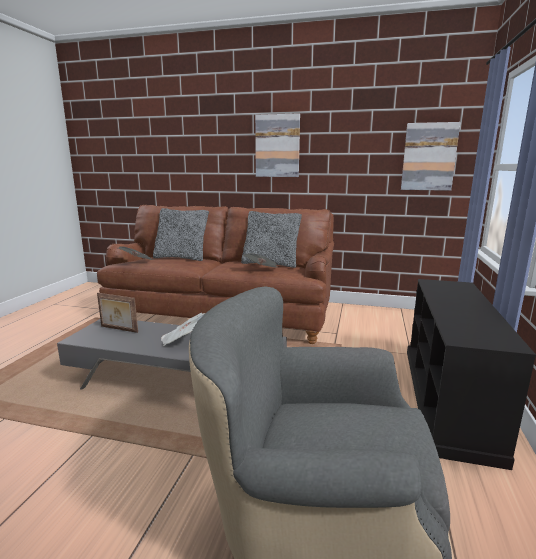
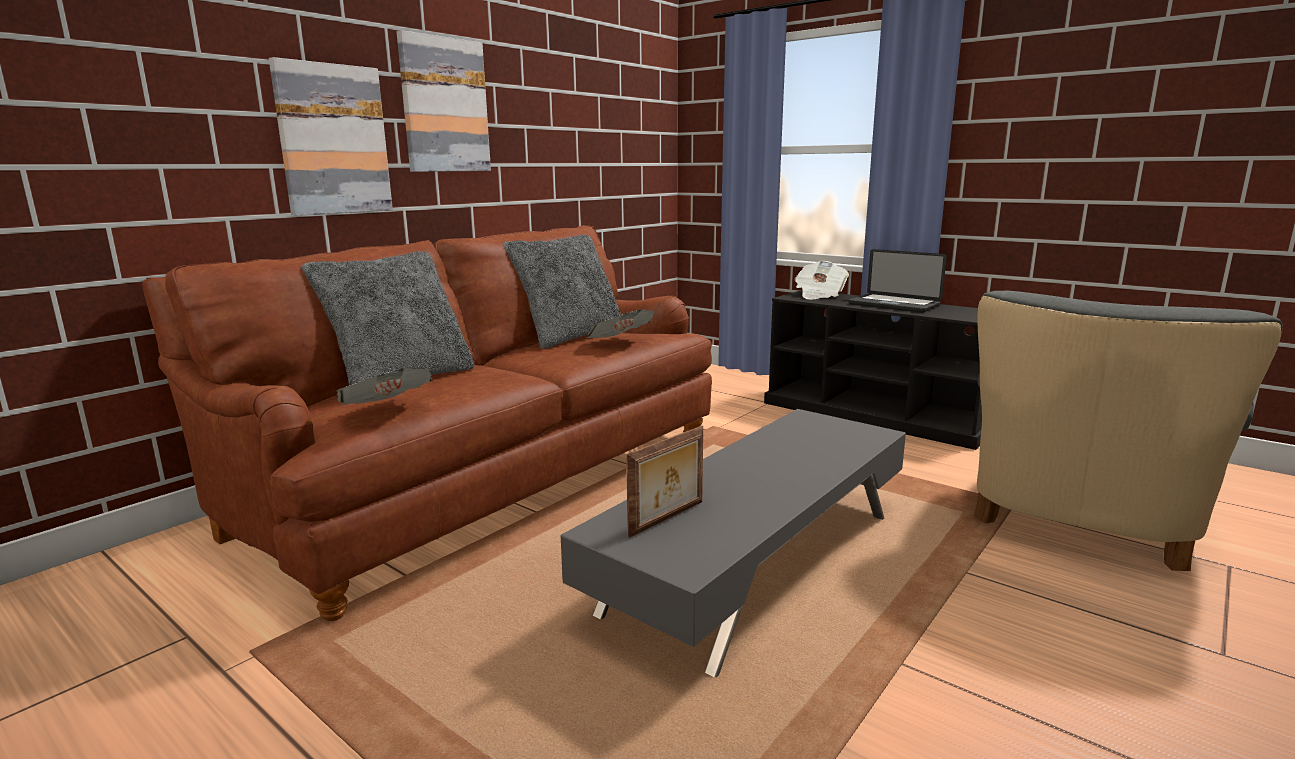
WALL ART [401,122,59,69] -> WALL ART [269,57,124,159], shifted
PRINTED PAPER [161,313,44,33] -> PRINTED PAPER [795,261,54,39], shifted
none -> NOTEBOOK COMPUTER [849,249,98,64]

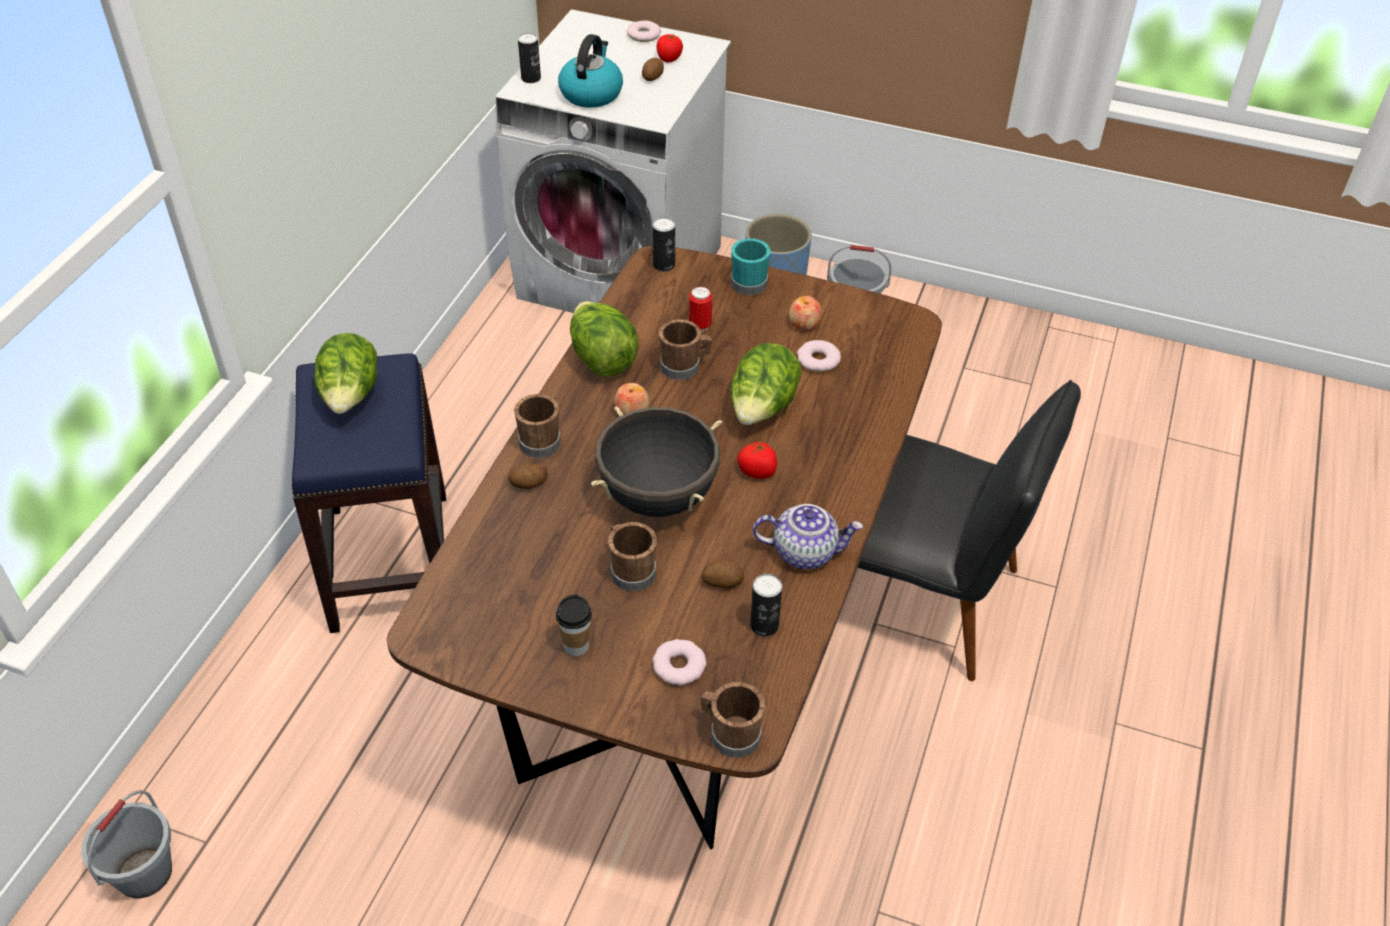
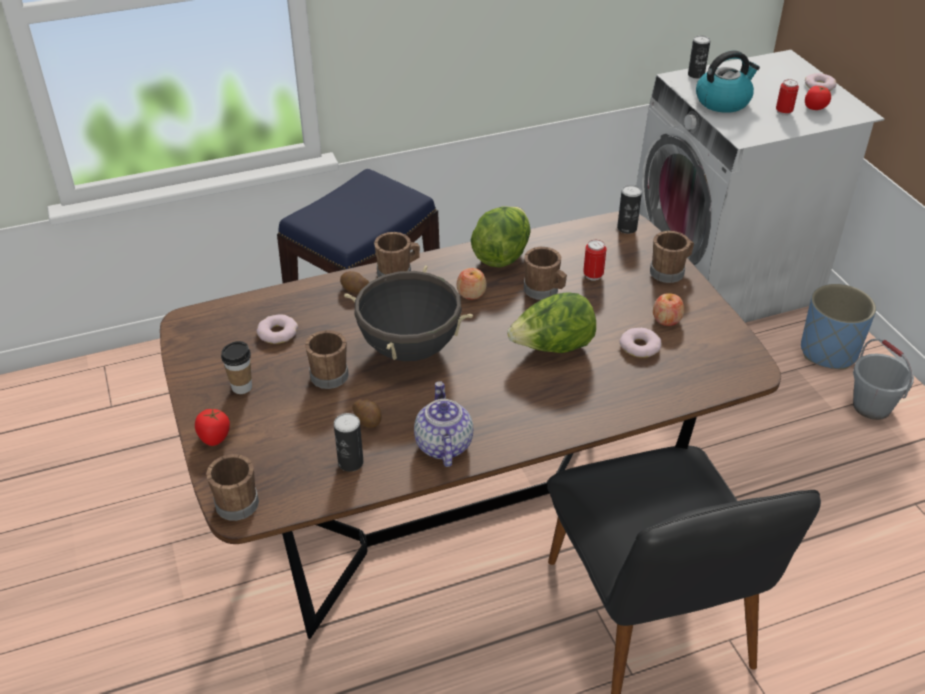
TOMATO [738,441,39,38] -> TOMATO [195,409,35,37], shifted
RING DOUGHNUT [653,639,54,46] -> RING DOUGHNUT [257,314,41,30], shifted
POT FOR TEA [753,504,110,65] -> POT FOR TEA [414,381,59,86], 150 degrees counterclockwise
TURQUOISE TEA MUG [731,238,39,57] -> BROWN-COLOURED TEA MUG [650,231,44,52]
WHOLE POTATO [642,58,22,23] -> CAN [776,79,23,37]
GREY WATER BUCKET [81,790,91,108] -> none
LETTUCE [314,333,63,81] -> none

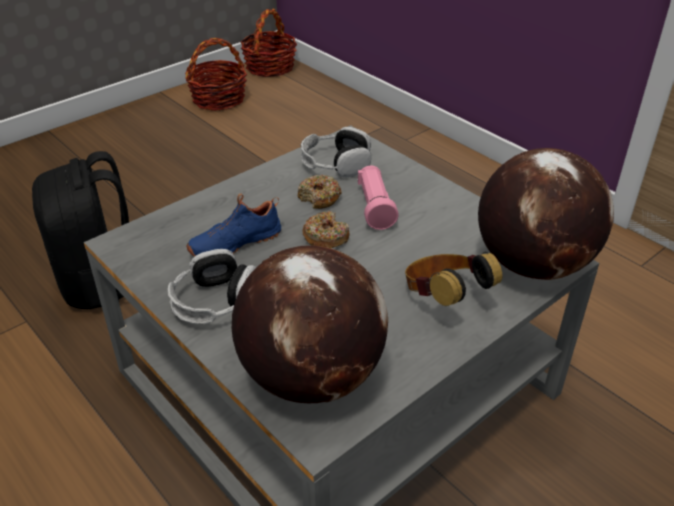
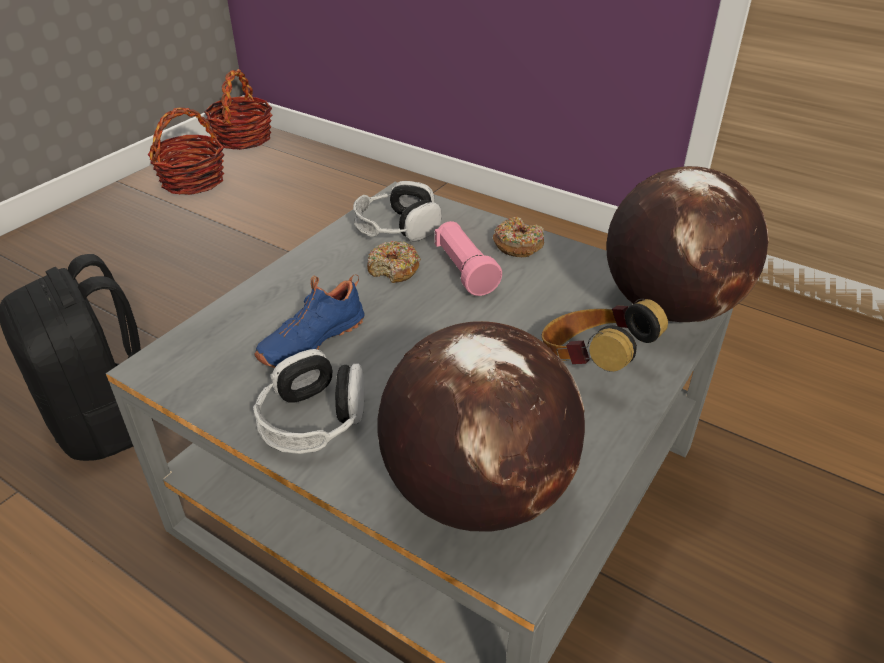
RING DOUGHNUT [302,211,48,37] -> RING DOUGHNUT [493,217,51,40], shifted

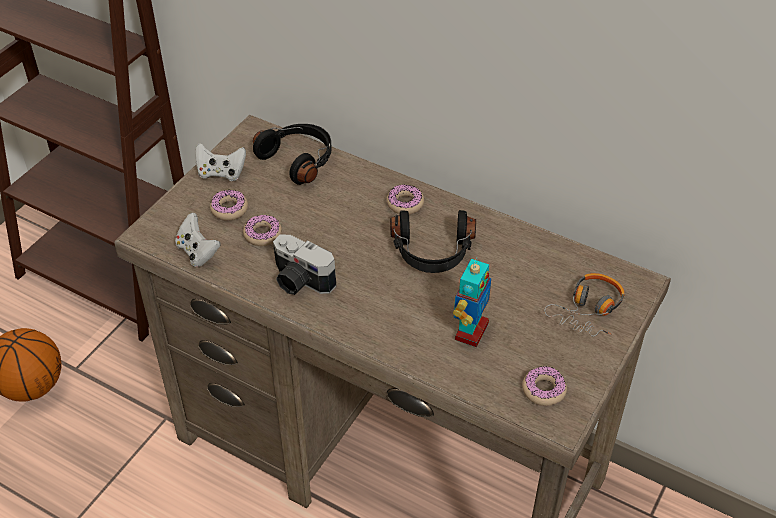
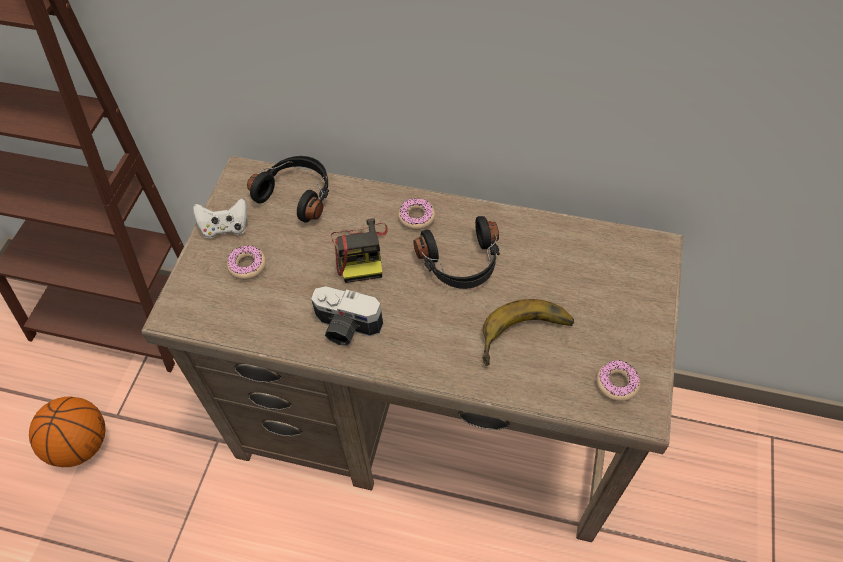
none -> STILL CAMERA [331,218,57,65]
TOY ROBOT [453,257,38,90] -> BANANA FRUIT [482,299,92,67]
WHITE-COLOURED JOYPAD [175,213,46,54] -> none
RING DOUGHNUT [243,215,39,31] -> none
HEADSET [544,273,81,63] -> none

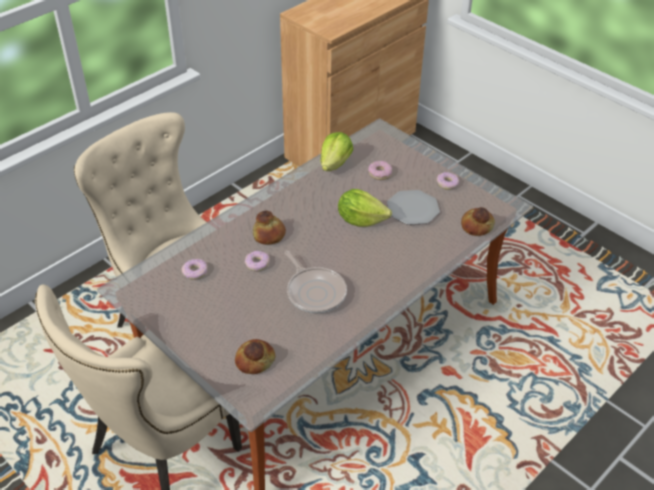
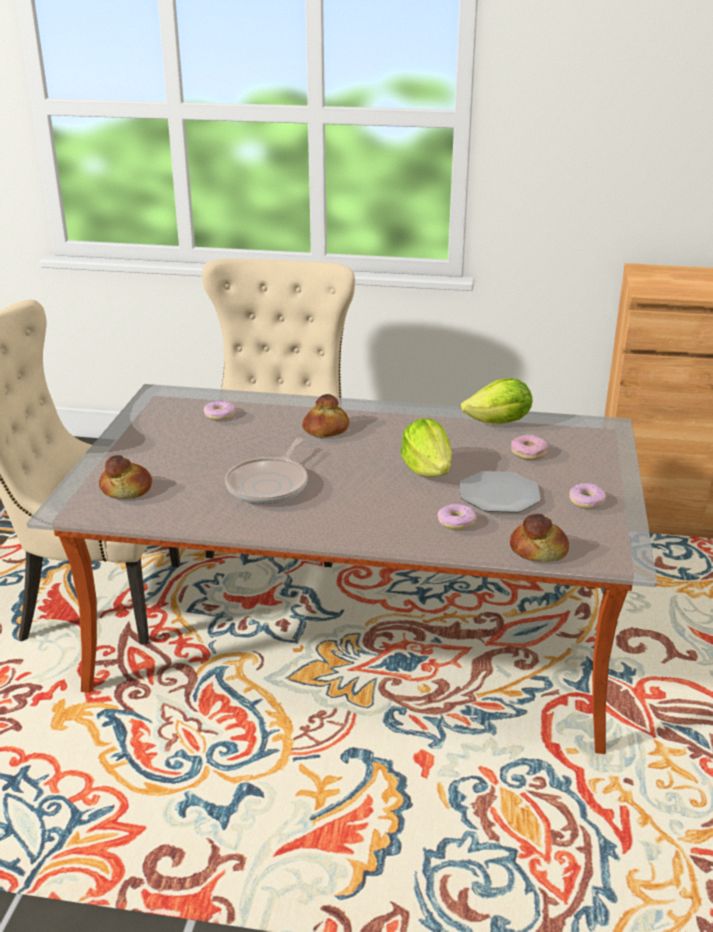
RING DOUGHNUT [245,251,25,20] -> RING DOUGHNUT [437,504,40,26], shifted

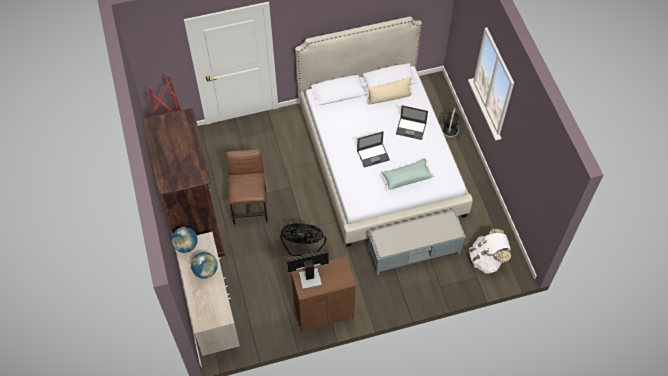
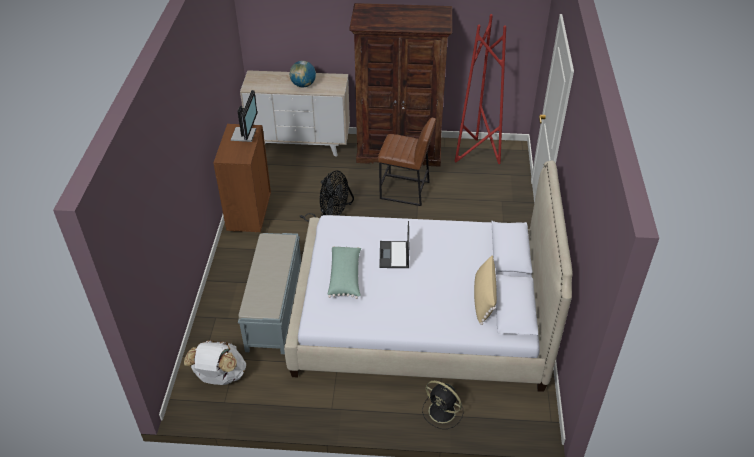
GLOBE [171,227,27,26] -> none
NOTEBOOK COMPUTER [396,105,32,35] -> none

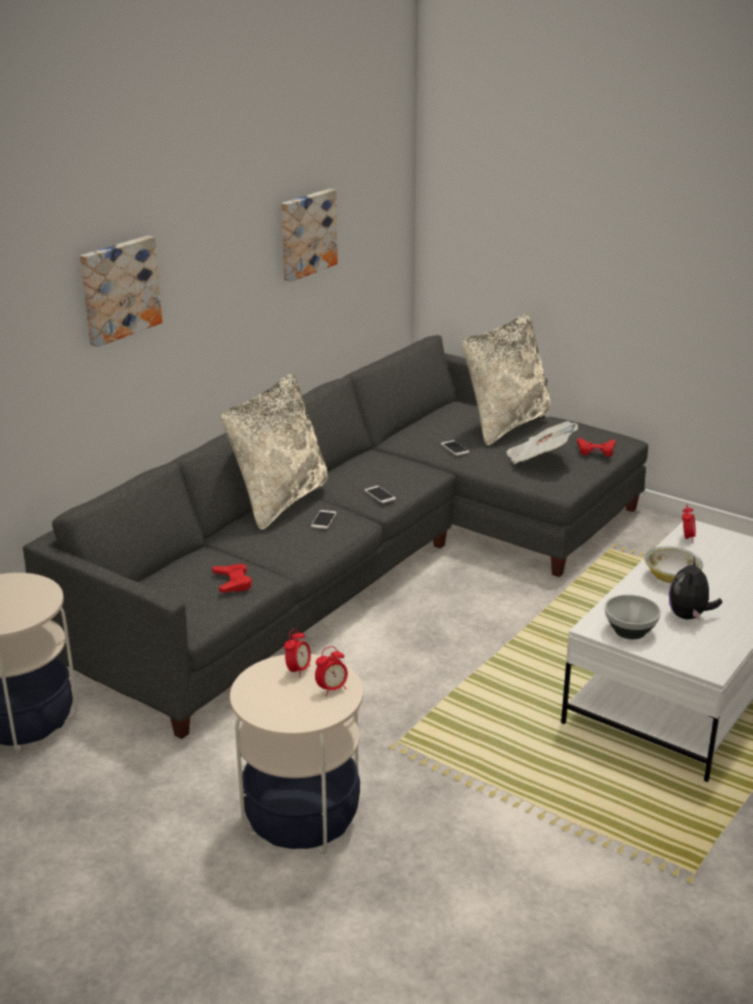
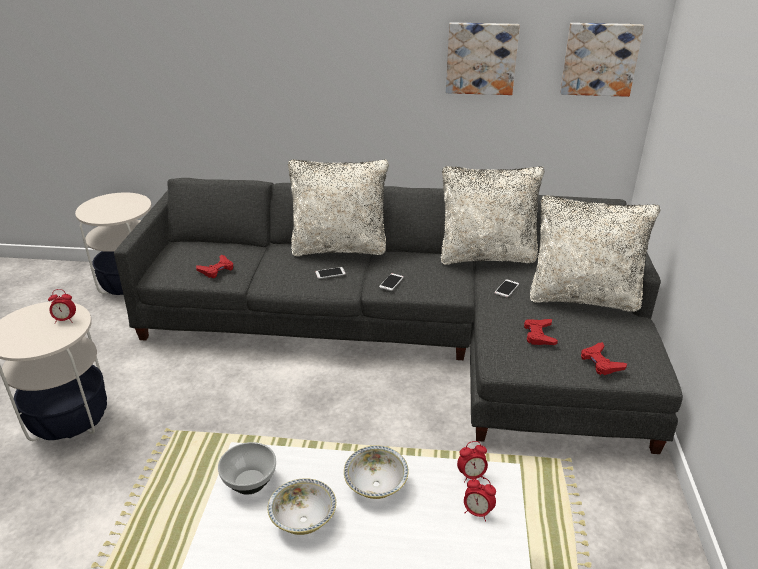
PLUSH TOY [669,557,53,63] -> SERVING BOWL [268,478,68,57]
none -> BEIGE CUSHION [441,166,104,99]
ALARM CLOCK [315,646,33,50] -> ALARM CLOCK [464,476,32,46], shifted
PRINTED PAPER [507,421,71,43] -> REDDISH JOYPAD [524,319,34,26]
WALL ART [80,235,82,112] -> WALL ART [560,23,84,74], shifted

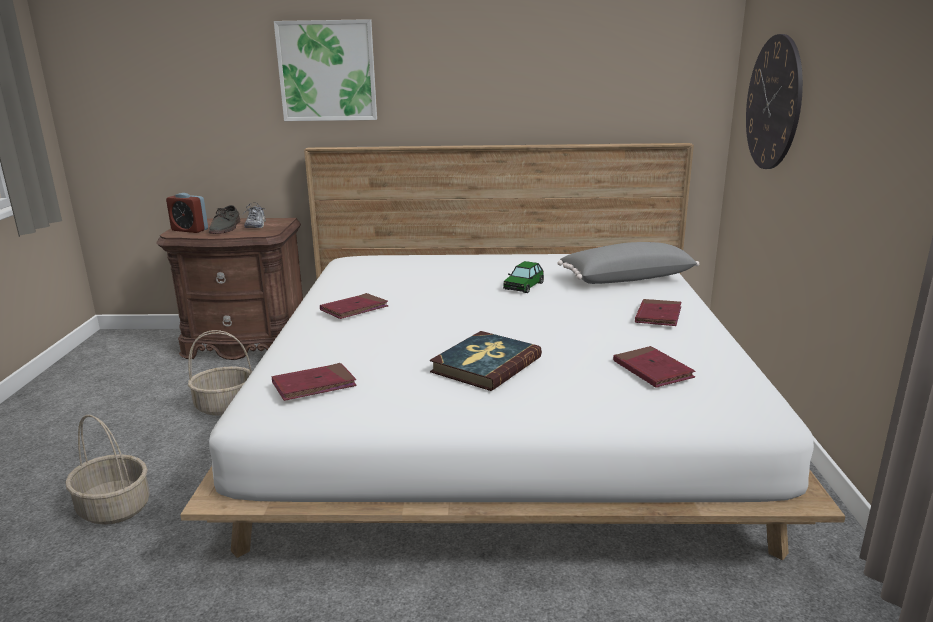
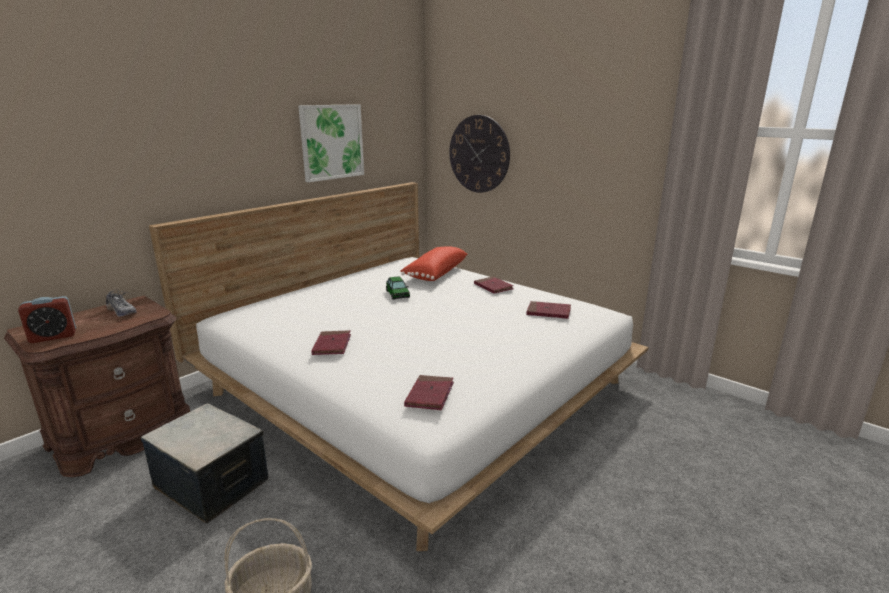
BASKET [188,330,64,86] -> STORAGE BOX [141,403,128,121]
WALL ART [274,19,103,102] -> WALL ART [298,104,66,78], shifted
GREY CUSHION [558,242,141,42] -> REDDISH CUSHION [401,246,66,35]
GREY SHOE [209,205,32,29] -> none
VOLUME [430,331,112,60] -> none

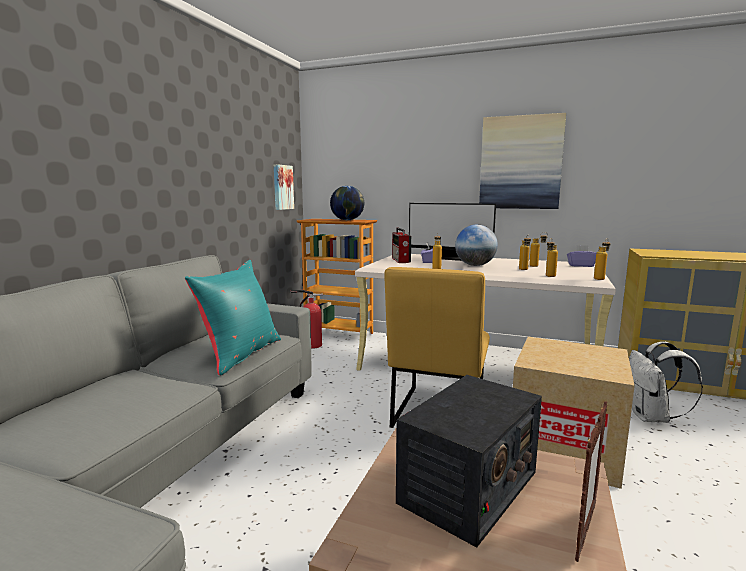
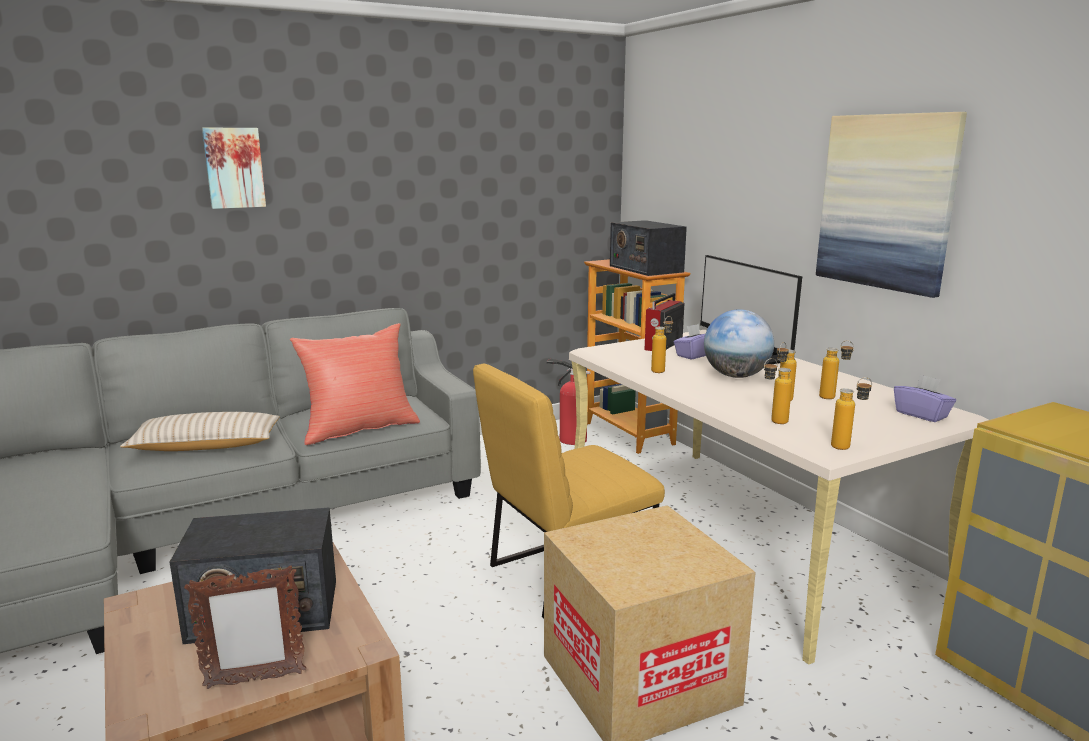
none -> BEIGE CUSHION [120,412,160,39]
WALL ART [274,164,20,46] -> WALL ART [202,127,64,82], shifted
TURQUOISE CUSHION [185,260,96,116] -> REDDISH CUSHION [290,323,130,122]
GLOBE [330,186,34,34] -> RADIO SET [610,220,77,56]
WHITE-COLOURED RUCKSACK [629,342,74,81] -> none

